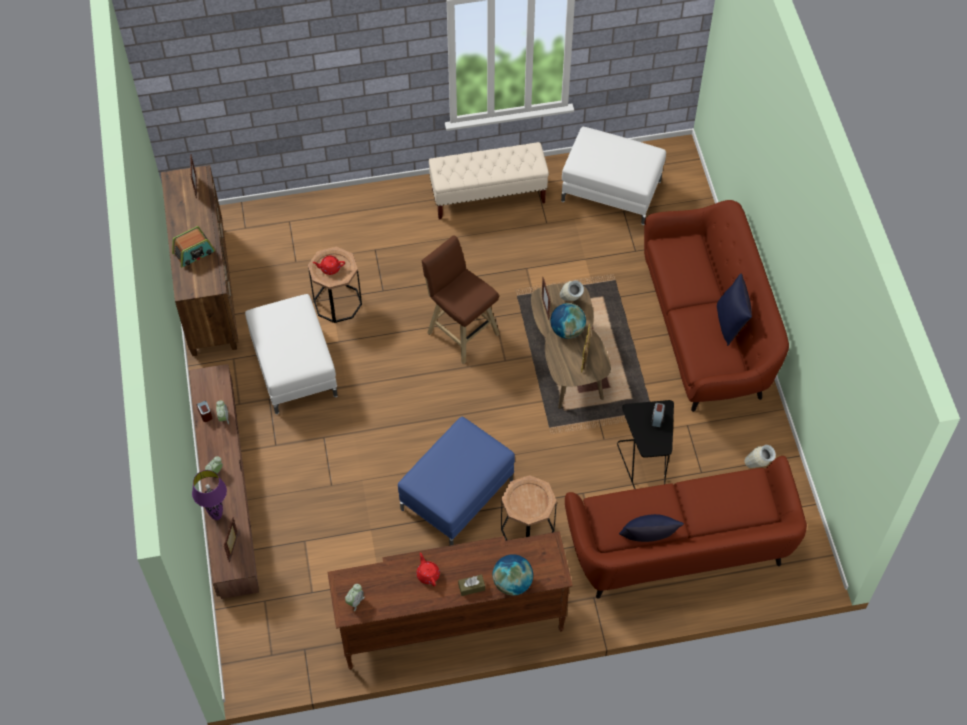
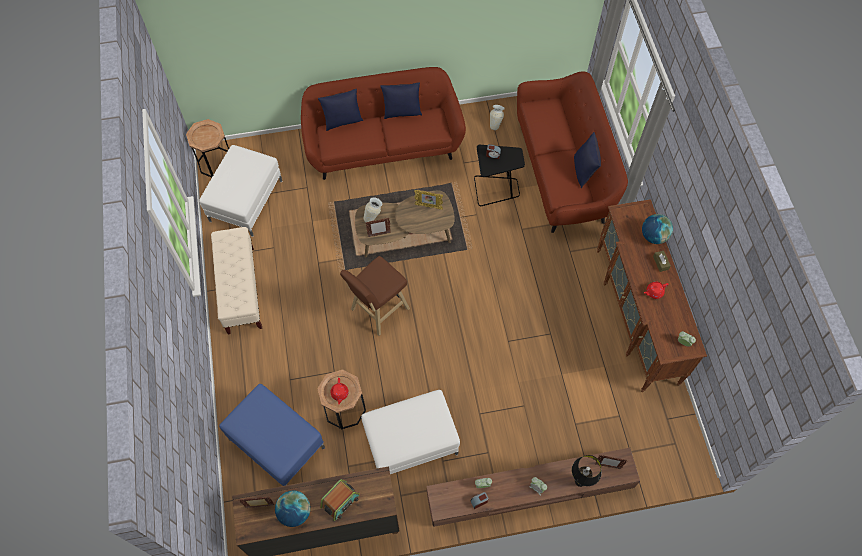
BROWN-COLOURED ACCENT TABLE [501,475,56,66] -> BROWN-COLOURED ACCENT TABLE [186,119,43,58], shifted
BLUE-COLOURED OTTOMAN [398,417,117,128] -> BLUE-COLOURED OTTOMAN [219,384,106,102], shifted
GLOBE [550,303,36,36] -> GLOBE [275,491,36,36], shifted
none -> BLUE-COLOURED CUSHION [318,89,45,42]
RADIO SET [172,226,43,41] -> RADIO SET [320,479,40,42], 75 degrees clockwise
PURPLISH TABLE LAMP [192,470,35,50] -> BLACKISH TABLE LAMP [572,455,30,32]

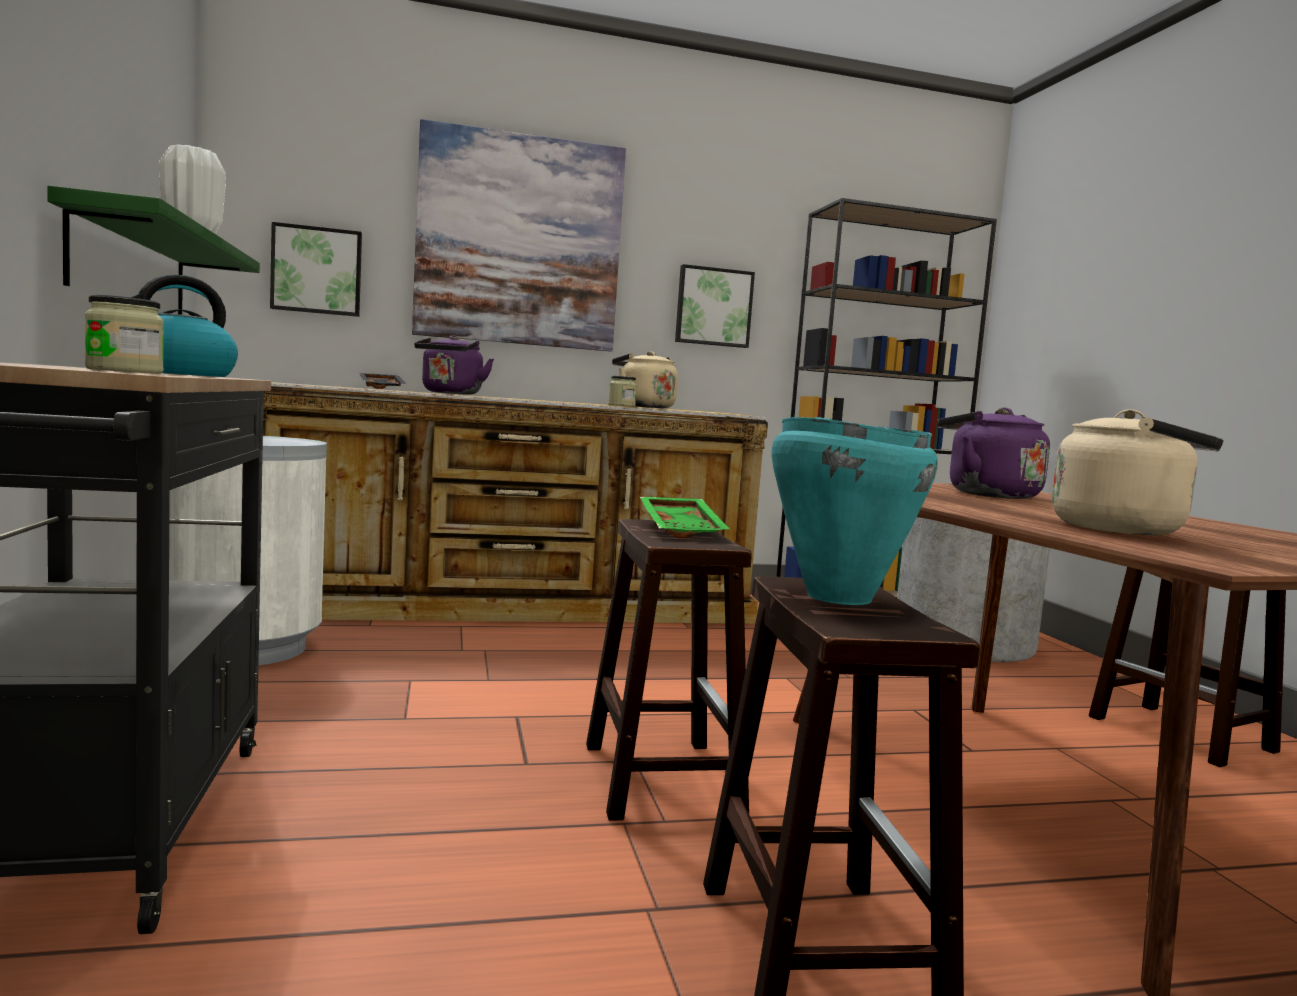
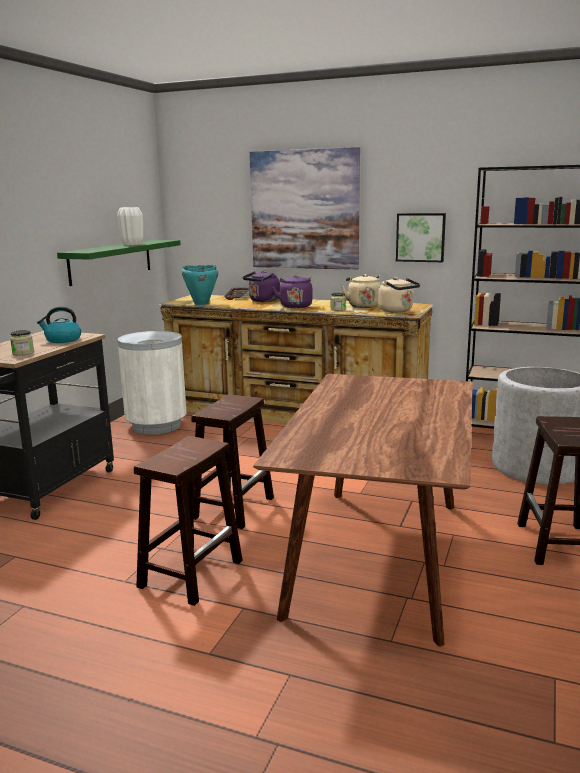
TURQUOISE STOCKPOT [771,417,167,188] -> TURQUOISE STOCKPOT [182,265,36,40], shifted
PURPLISH KETTLE [937,407,113,92] -> PURPLISH KETTLE [272,275,40,33], shifted
BEIGE KETTLE [1052,409,172,126] -> BEIGE KETTLE [378,277,42,36], shifted
WALL ART [270,222,92,95] -> none
GREEN-COLOURED CARRYING TRAY [640,497,90,41] -> none

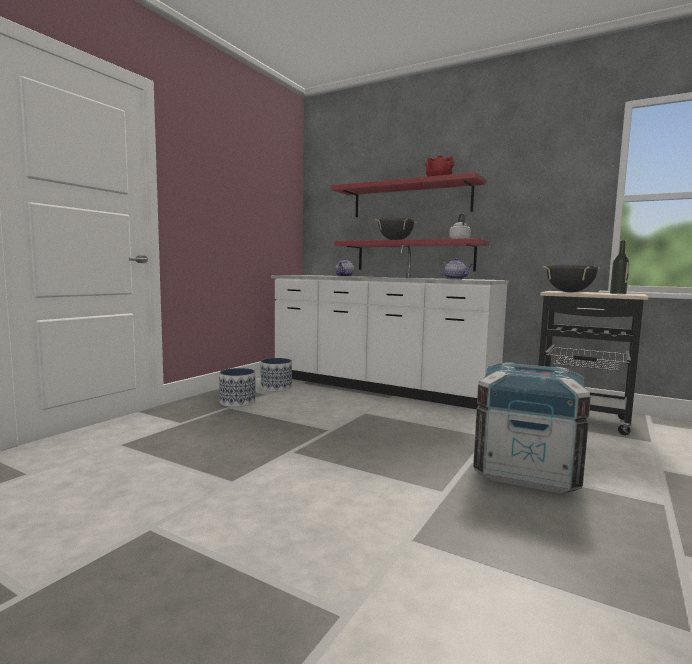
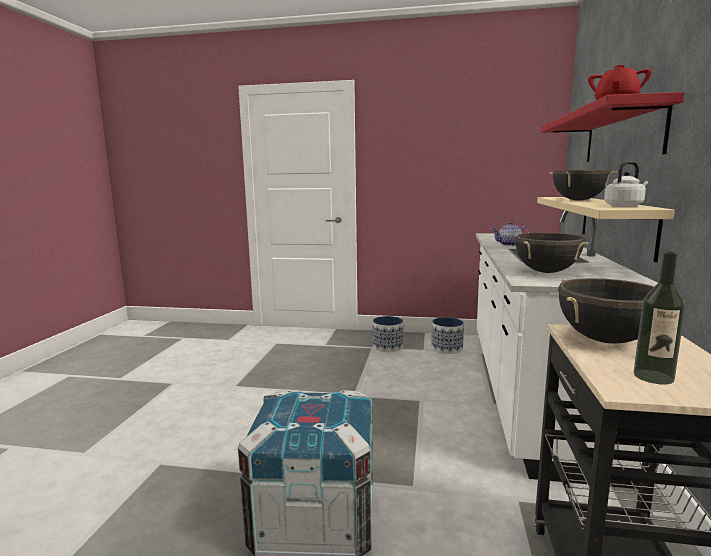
POT FOR TEA [438,258,35,21] -> BLACKISH STOCKPOT [515,233,73,40]
REDDISH BRACKET SHELF [335,238,154,34] -> BEIGE BRACKET SHELF [537,197,138,66]

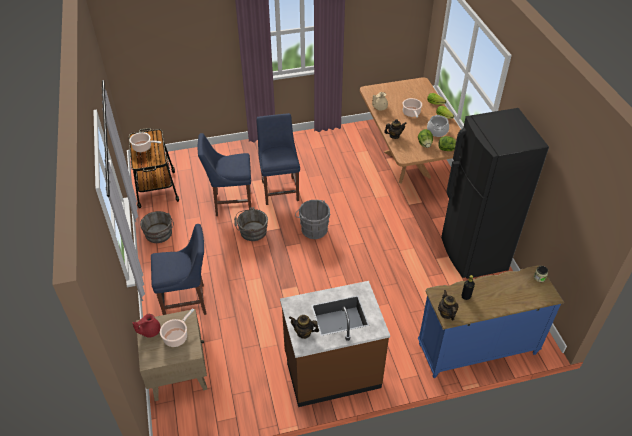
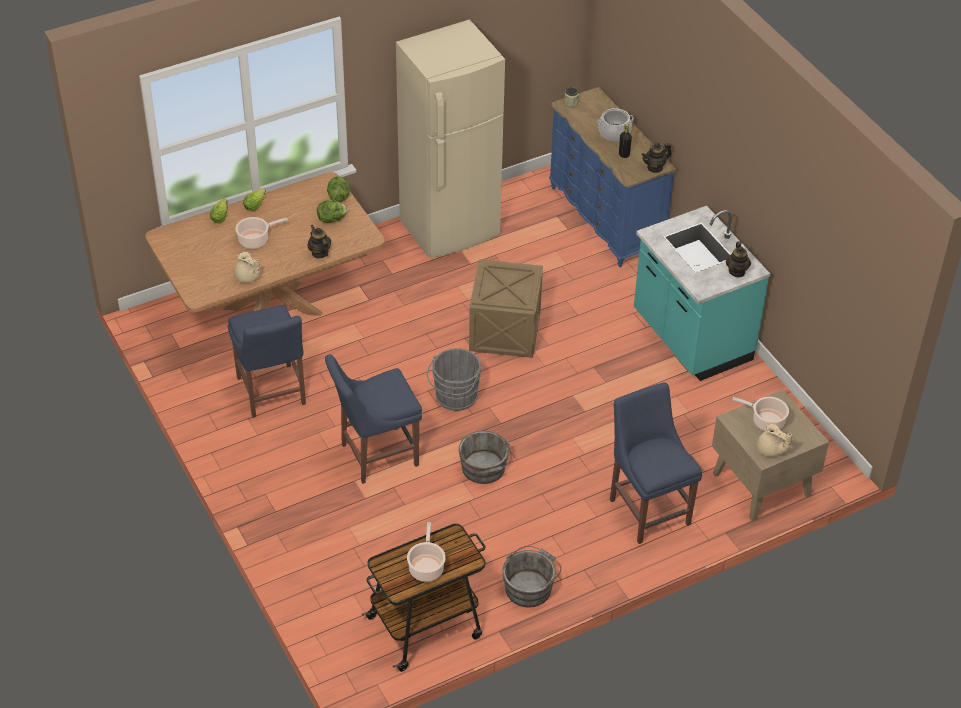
BLUE-COLOURED CHAIR [198,133,53,83] -> BLUE-COLOURED CHAIR [228,305,78,113], shifted
BLACKISH FRIDGE [441,108,108,171] -> BEIGE FRIDGE [396,19,109,239]
none -> SHIPPING CRATE [469,259,74,99]
STOCKPOT [427,115,22,22] -> STOCKPOT [597,108,37,33], shifted
BROWN-COLOURED KITCHEN BASE UNIT [280,281,110,126] -> TURQUOISE KITCHEN BASE UNIT [634,206,136,175]
REDDISH POT FOR TEA [132,314,29,24] -> BEIGE POT FOR TEA [757,424,35,33]

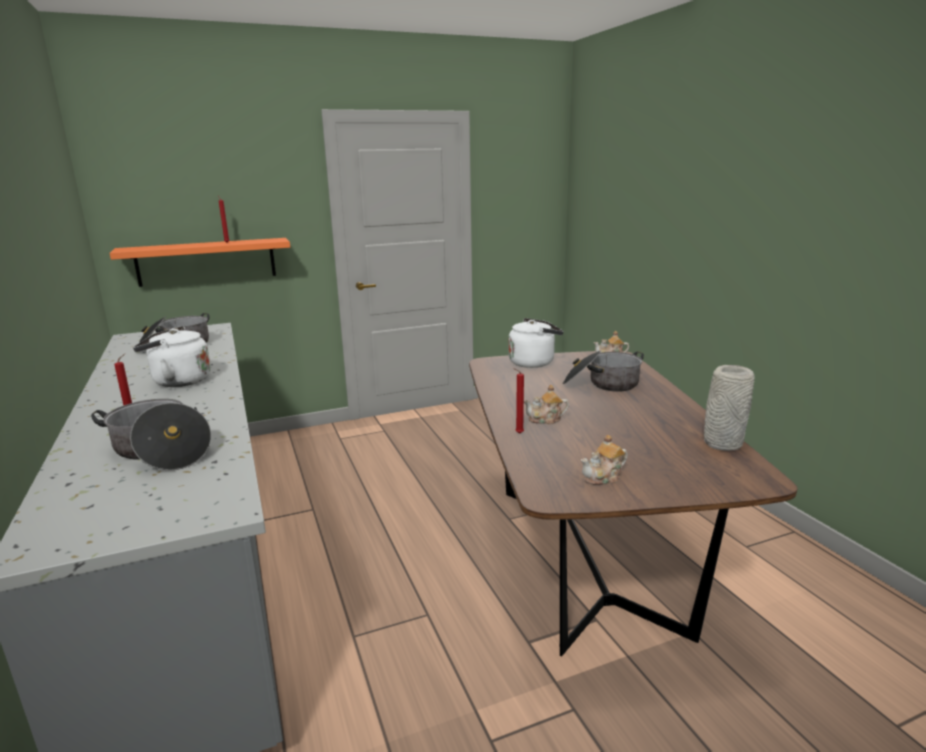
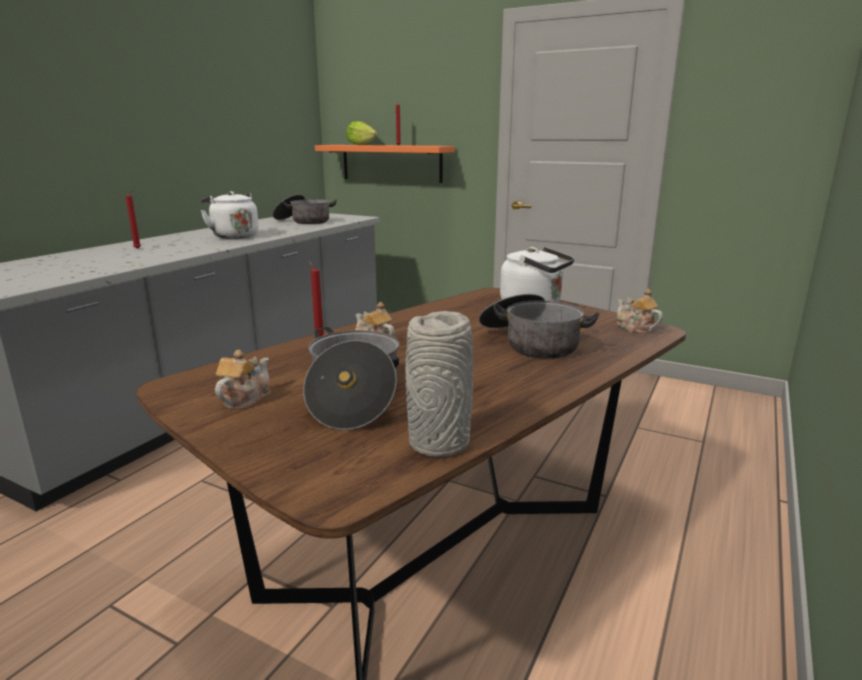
POT FOR TEA [581,435,47,50] -> POT FOR TEA [215,350,56,60], 90 degrees clockwise
STOCKPOT [91,399,120,71] -> STOCKPOT [303,327,96,103], shifted
none -> LETTUCE [346,121,32,24]

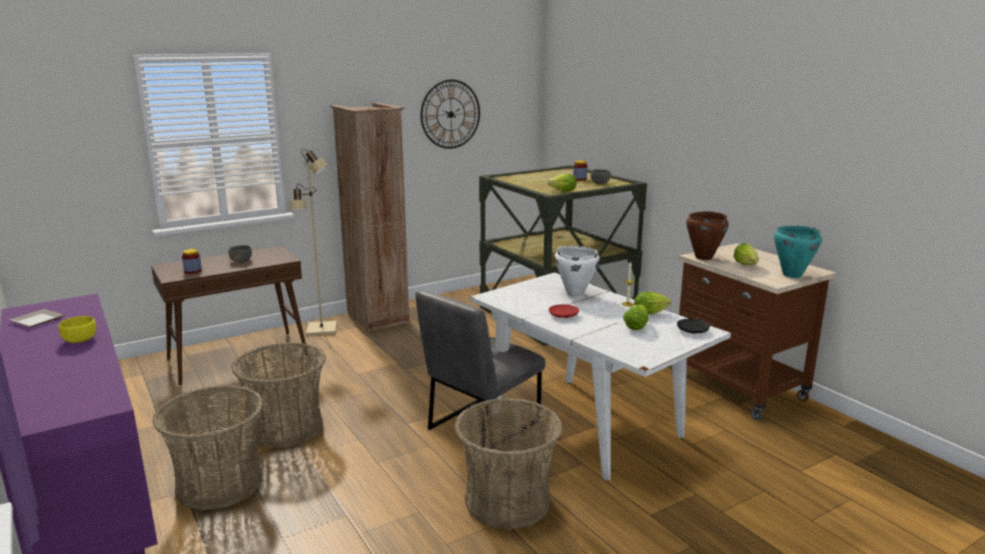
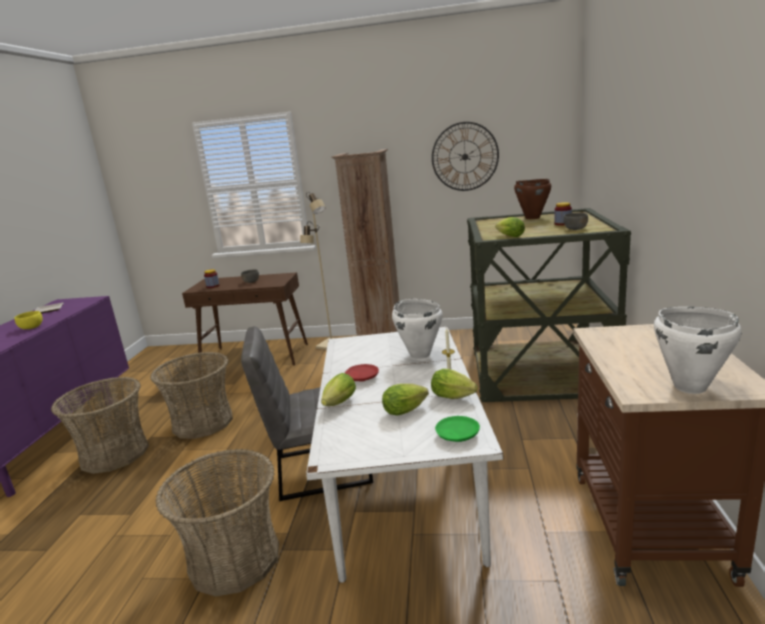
LETTUCE [734,243,25,22] -> LETTUCE [321,373,35,33], shifted
BLACKISH DINNER PLATE [677,319,33,15] -> GREEN-COLOURED DINNER PLATE [435,416,45,26]
BROWN-COLOURED STOCKPOT [686,212,43,48] -> BROWN-COLOURED STOCKPOT [514,179,37,40], shifted
TURQUOISE STOCKPOT [774,226,48,52] -> WHITE-COLOURED STOCKPOT [654,307,88,87]

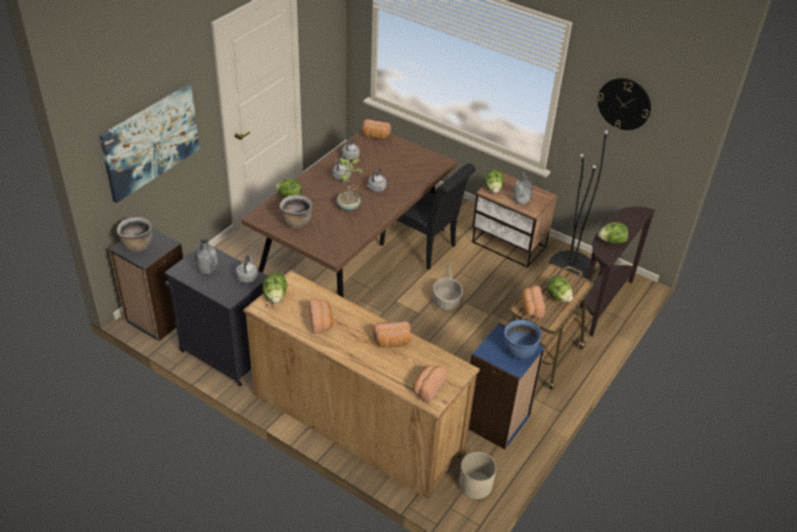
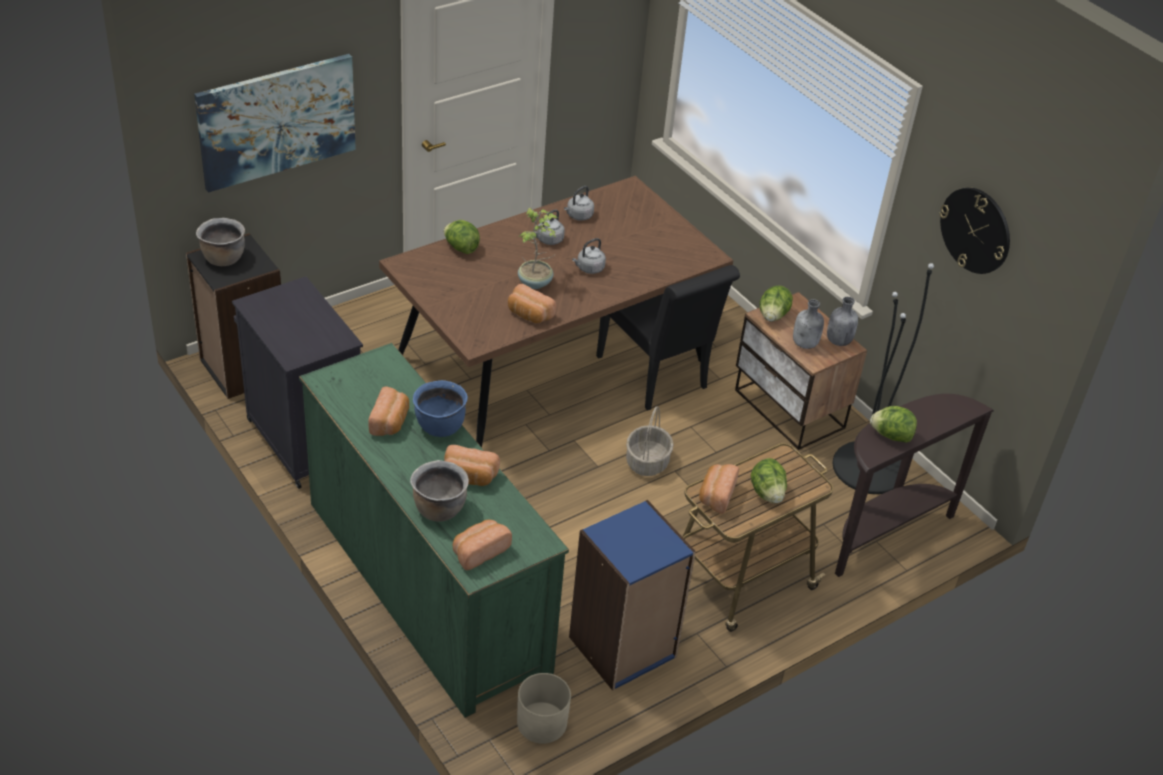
BROWN-COLOURED CHEST OF DRAWERS [243,270,237,229] -> GREEN-COLOURED CHEST OF DRAWERS [299,343,270,375]
BROWN-COLOURED STOCKPOT [280,195,32,33] -> BROWN-COLOURED STOCKPOT [410,460,59,62], shifted
BLUE-COLOURED STOCKPOT [504,320,38,39] -> BLUE-COLOURED STOCKPOT [413,380,55,57], shifted
BAKED BREAD [362,119,29,20] -> BAKED BREAD [508,284,48,39], shifted
GREY BOTTLE [195,238,23,37] -> GREY BOTTLE [827,297,31,49], shifted
GREY KETTLE [236,255,22,28] -> none
LETTUCE [262,272,26,31] -> none

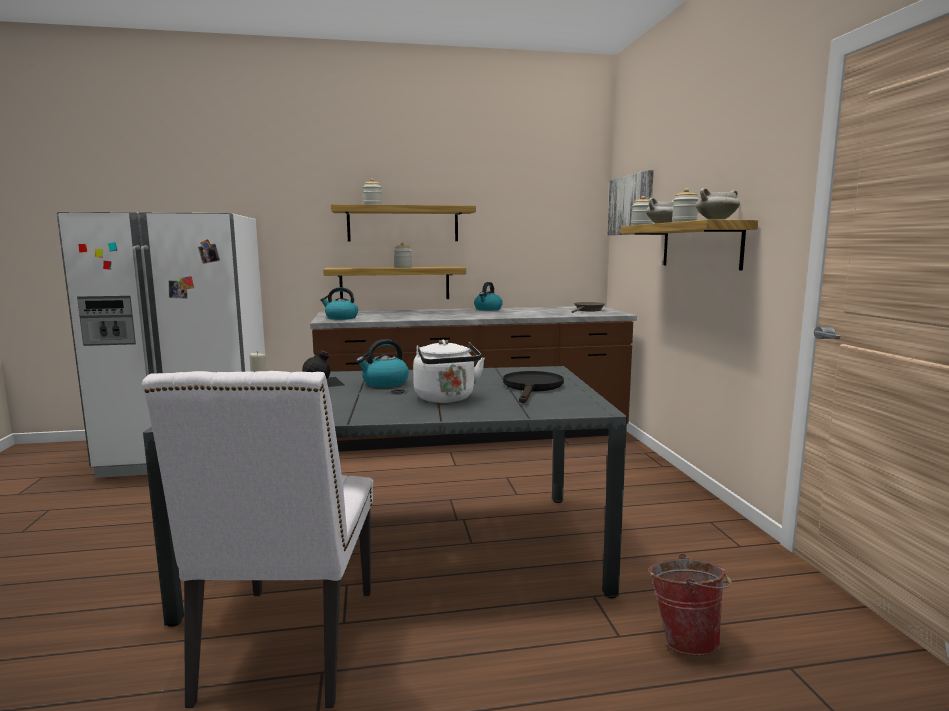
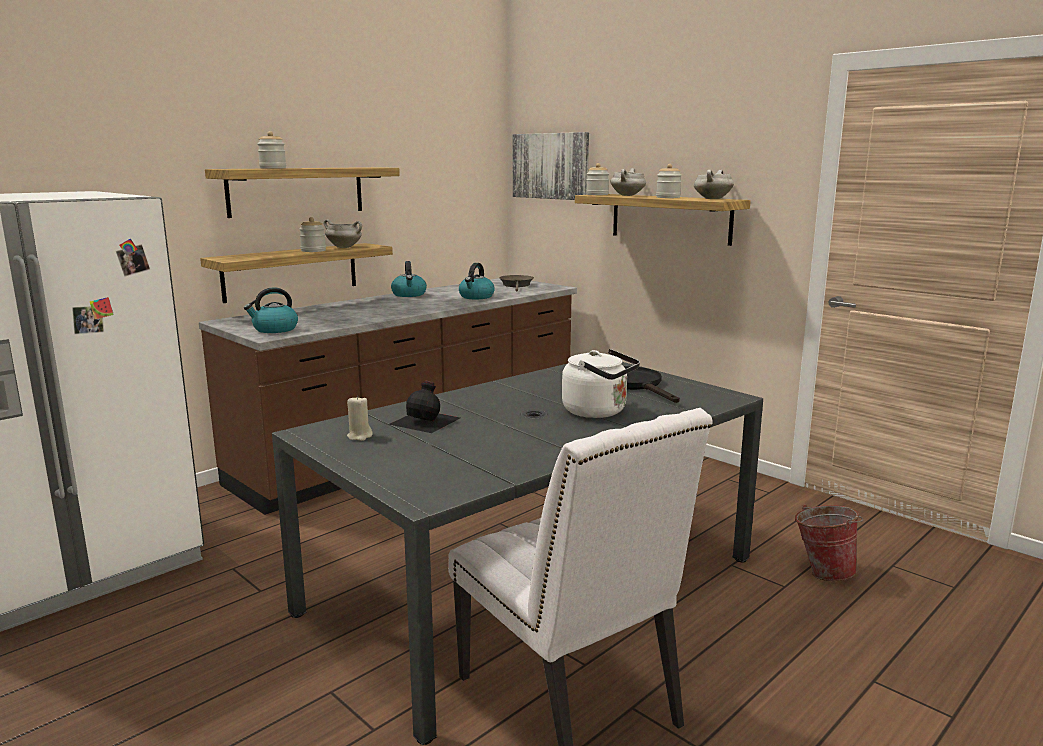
none -> WHITE-COLOURED STOCKPOT [324,219,38,29]
KETTLE [356,339,53,48] -> KETTLE [459,263,35,36], shifted

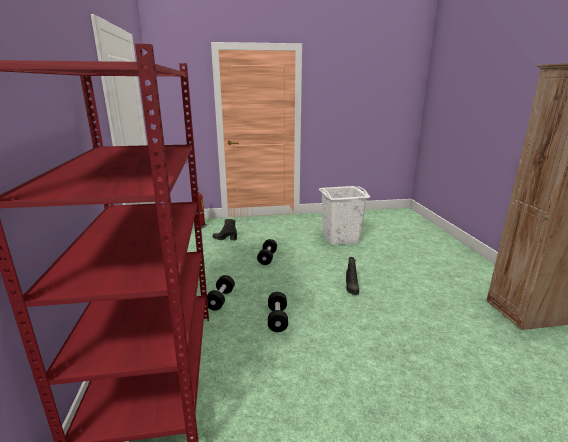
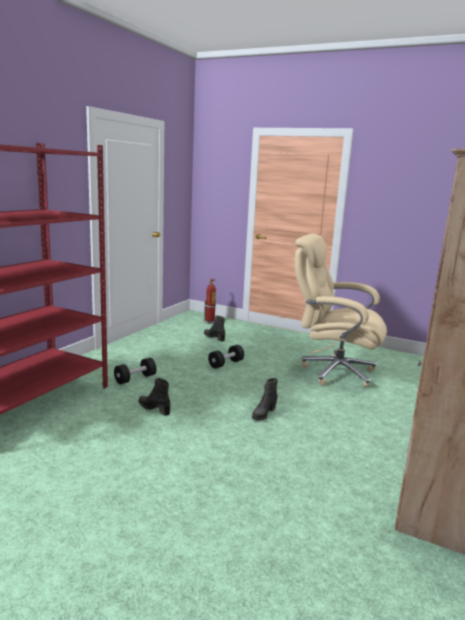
BLACKISH FREE WEIGHT [268,292,20,40] -> BLACKISH TALL BOOT [139,378,31,38]
WHITE-COLOURED LAUNDRY BASKET [319,186,51,59] -> BEIGE OFFICE CHAIR [295,234,92,153]

